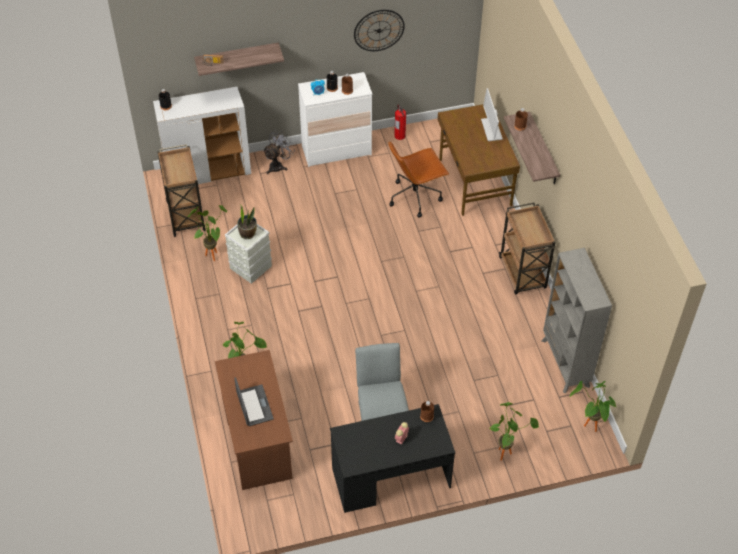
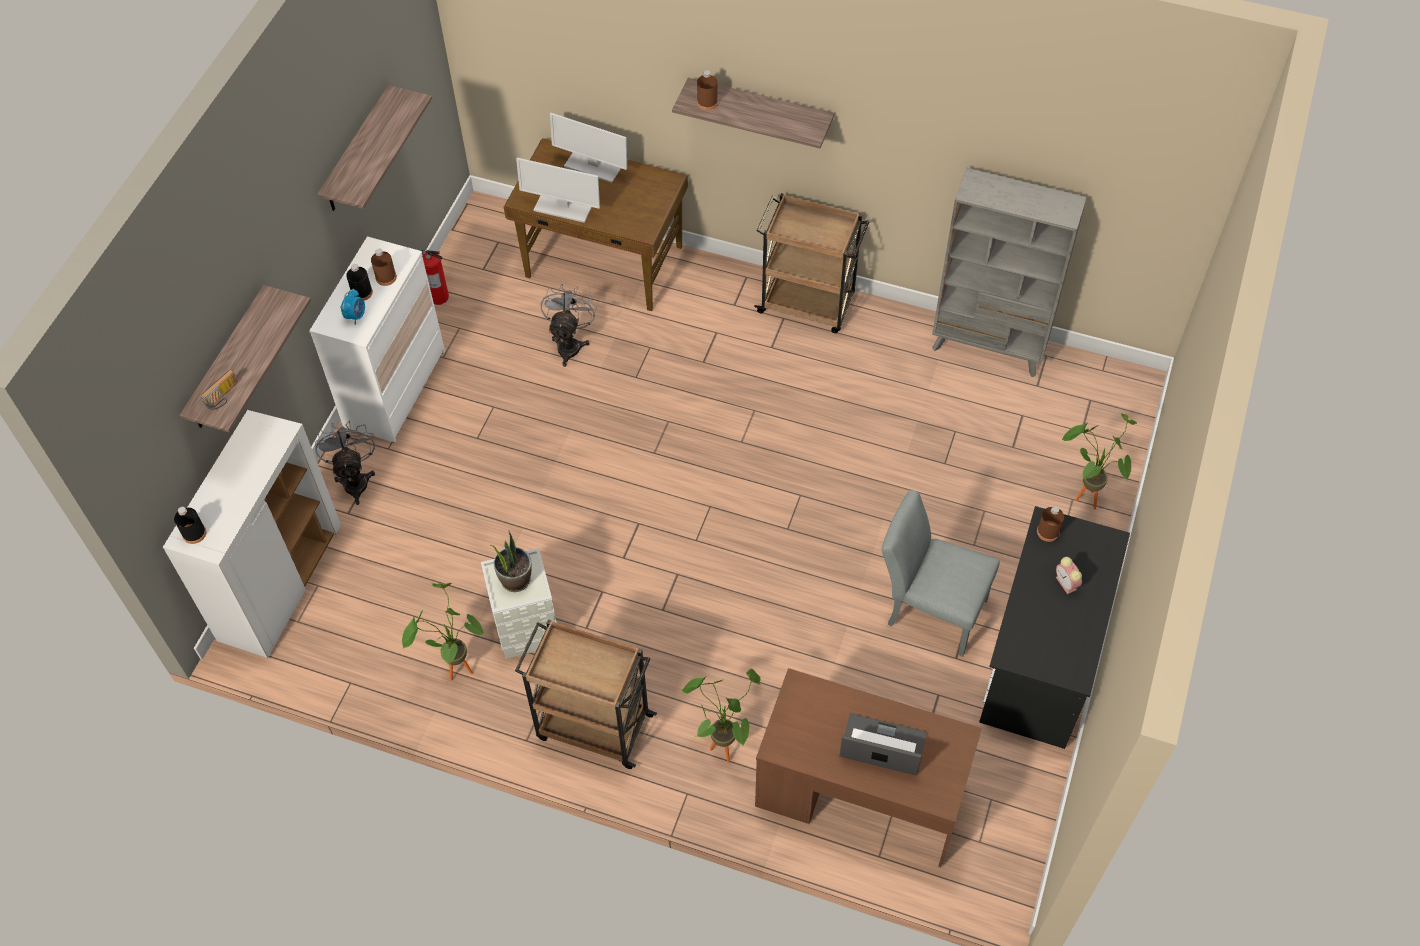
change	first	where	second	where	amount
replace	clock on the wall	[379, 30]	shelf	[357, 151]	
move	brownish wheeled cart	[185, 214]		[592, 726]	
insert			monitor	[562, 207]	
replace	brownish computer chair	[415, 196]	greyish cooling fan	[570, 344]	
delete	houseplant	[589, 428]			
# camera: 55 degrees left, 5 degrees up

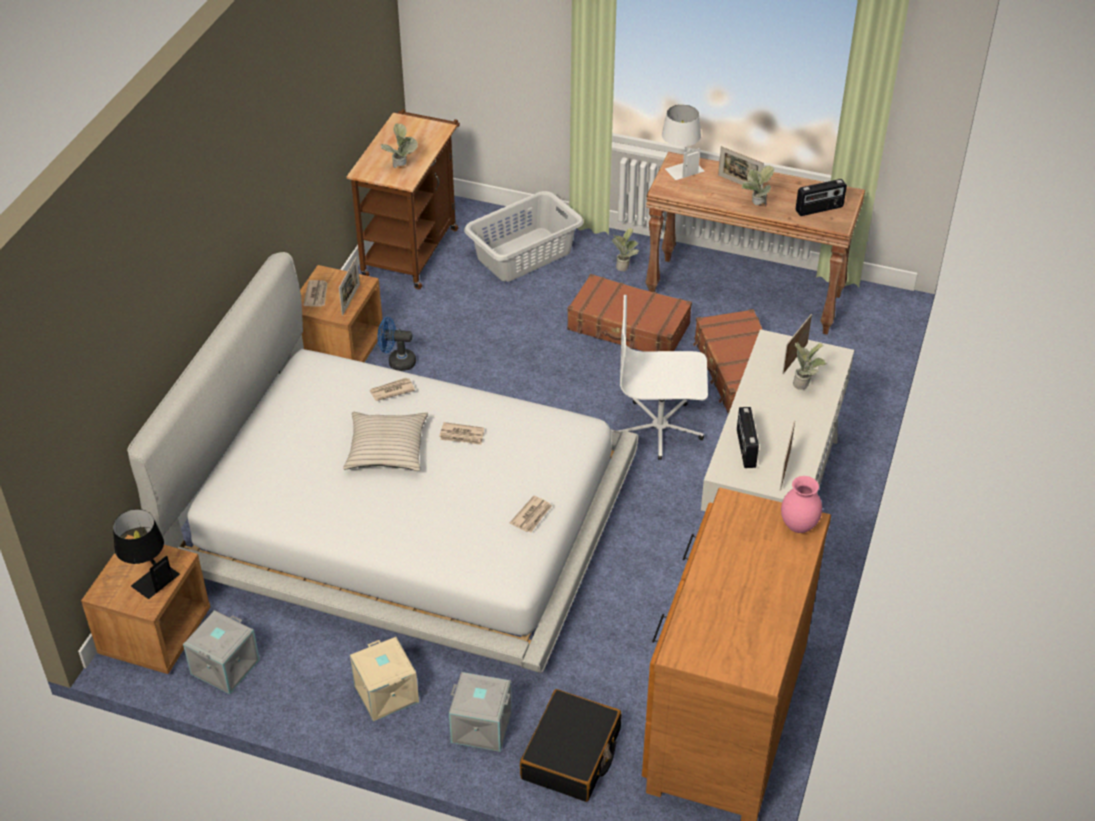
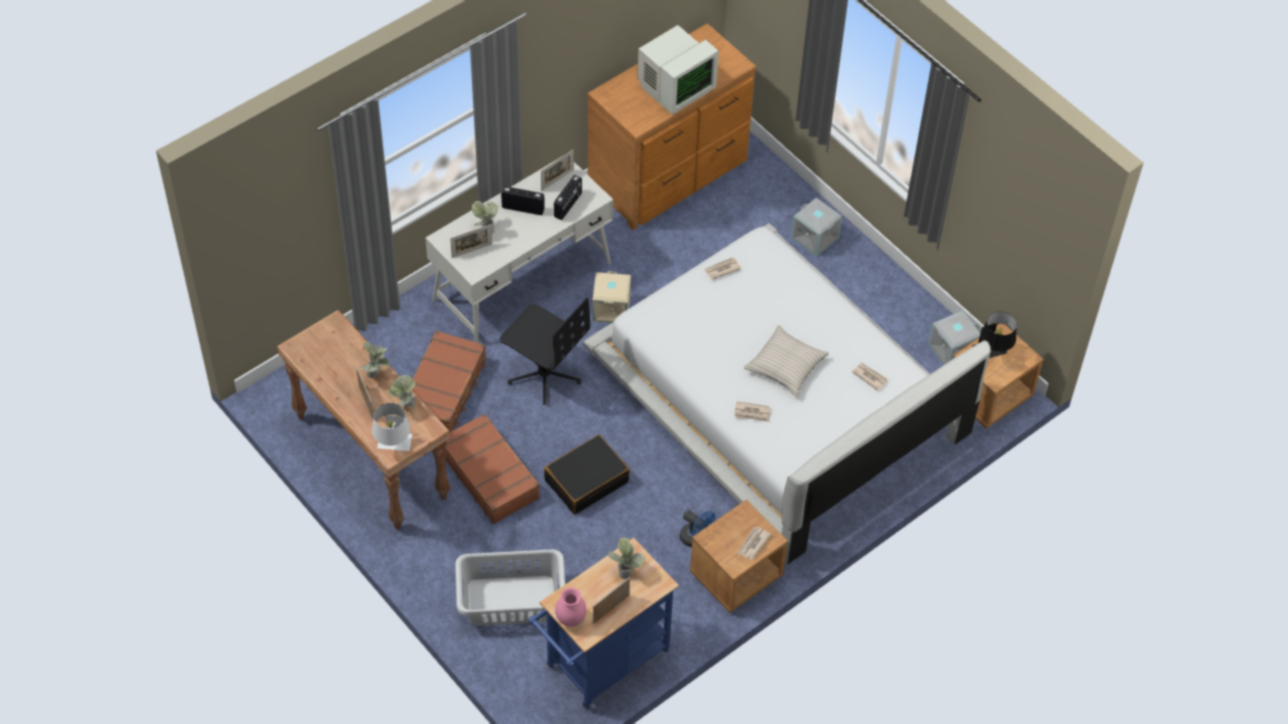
change	first	where	second	where	amount
move	houseplant	[624, 265]		[405, 405]	
recolor	whitish computer chair	[660, 429]	black computer chair	[544, 373]	
move	radio	[819, 209]		[523, 208]	
recolor	brownish wheeled cart	[412, 248]	blue wheeled cart	[601, 663]	
move	black travel case	[571, 755]		[586, 480]	
move	pink vase	[798, 526]		[571, 619]	
move	beige-coloured storage container	[385, 693]		[612, 309]	
move	picture frame	[351, 299]		[611, 609]	
insert			monitor	[674, 89]	
move	printed paper	[462, 435]		[869, 376]	
# camera: 150 degrees left, 10 degrees up

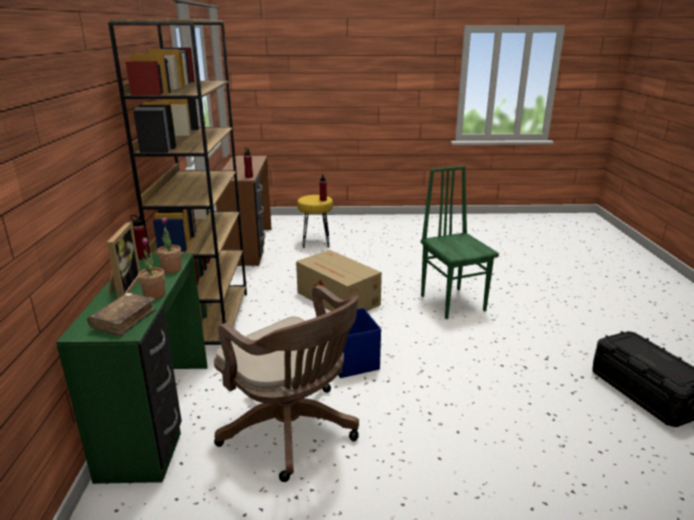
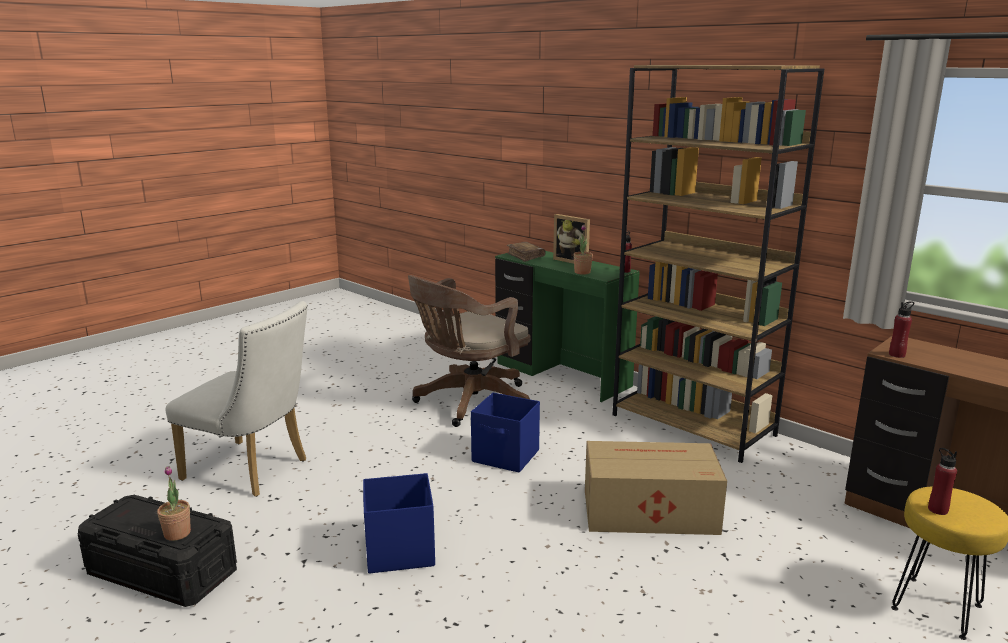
change	first	where	second	where	amount
move	houseplant	[154, 295]		[177, 533]	
insert			whitish upright chair	[253, 471]	
insert			blue storage container	[398, 551]	
rotate	brownish computer chair	[293, 431]		[469, 403]	45 degrees counterclockwise
delete	green-coloured upright chair	[453, 302]			
# camera: 135 degrees right, 5 degrees down

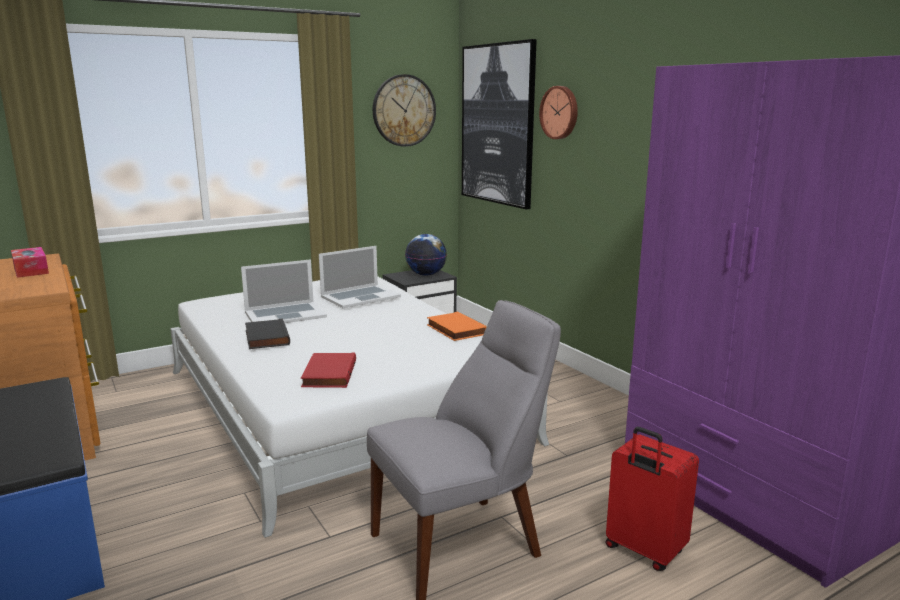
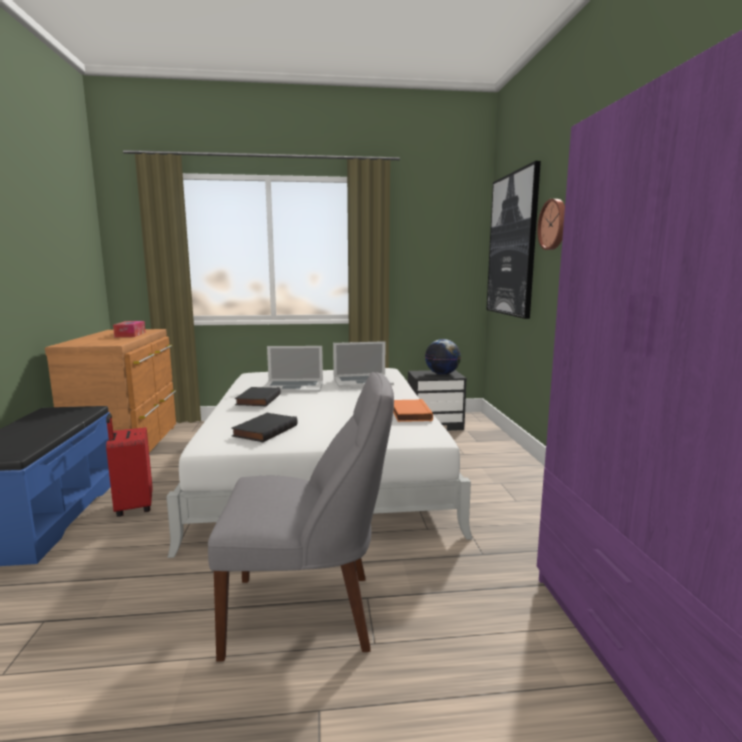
change	first	where	second	where	amount
move	red travel case	[643, 551]		[133, 507]	
recolor	red volume	[328, 374]	black volume	[264, 430]	
delete	clock on the wall	[404, 110]			
# camera: 25 degrees right, 5 degrees down

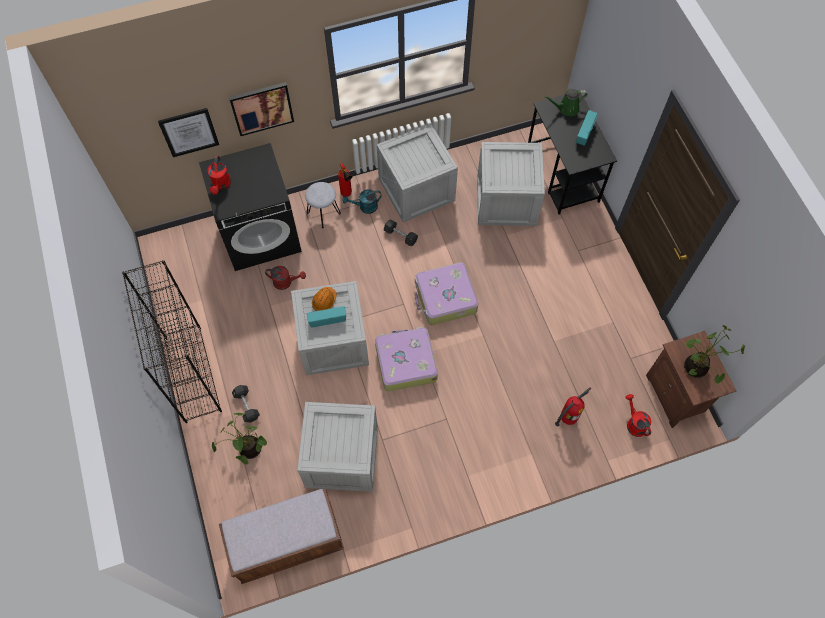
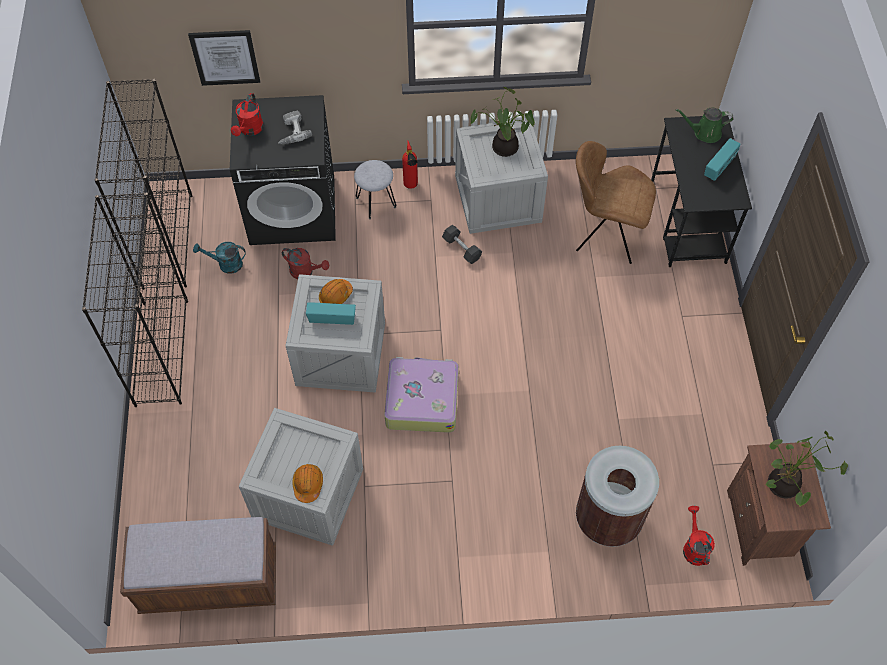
change	first	where	second	where	amount
insert			black shelving unit	[167, 240]	
move	turquoise watering can	[365, 207]		[225, 264]	
insert			electric drill	[291, 132]	
insert			orange hard hat	[308, 484]	
move	houseplant	[248, 449]		[503, 148]	
replace	crate	[505, 200]	brownish upright chair	[606, 234]	
replace	fire-fighting cylinder	[567, 418]	brownish rubbish bin	[608, 518]	
delete	picture	[262, 108]			
delete	black dumbbell	[246, 406]			
delete	travel case	[445, 298]			
# camera: 15 degrees right, 5 degrees down

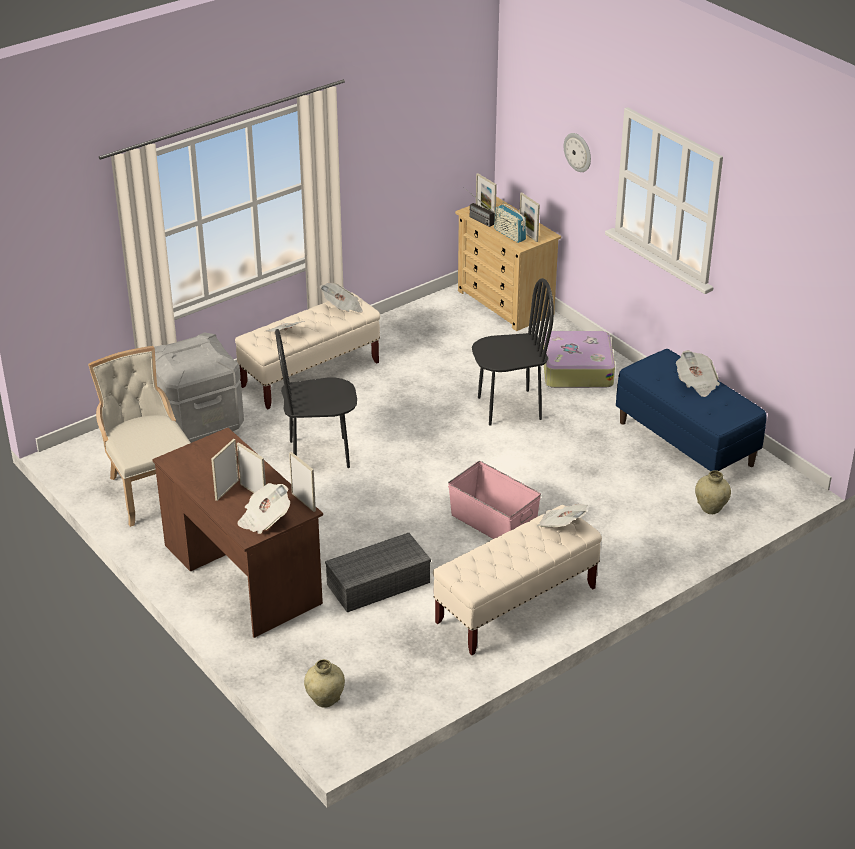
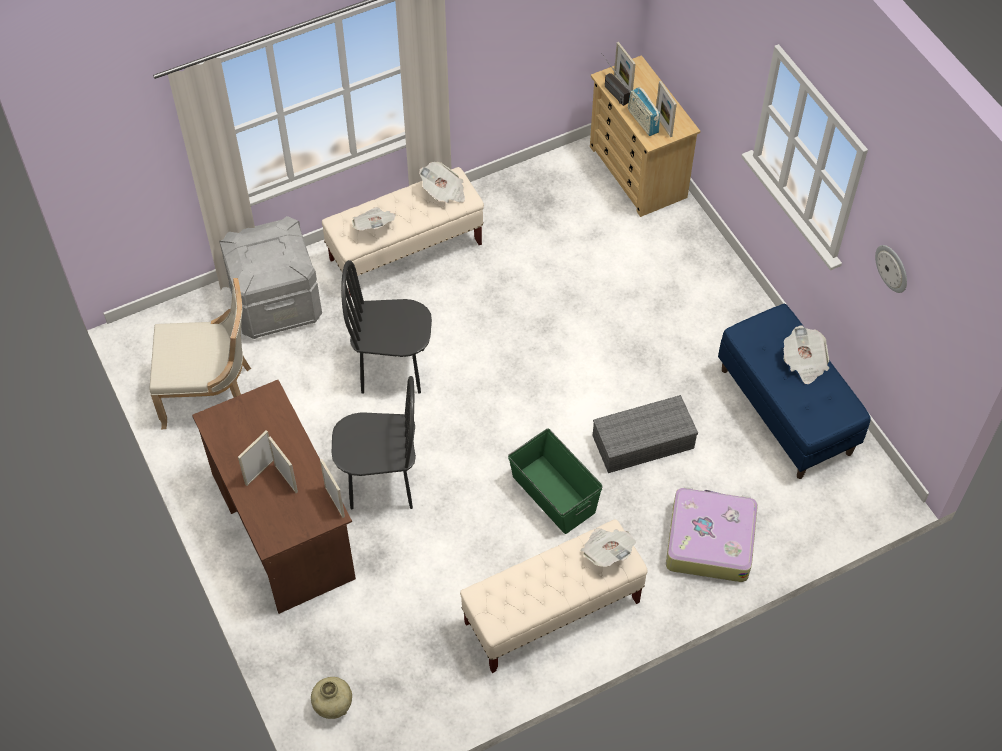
change	first	where	second	where	amount
rotate	beige-coloured upright chair	[150, 489]		[211, 393]	105 degrees clockwise
move	black upright chair	[509, 408]		[381, 483]	
recolor	pink storage container	[493, 523]	green-coloured storage container	[553, 495]	
move	greyish storage container	[379, 582]		[644, 441]	
move	travel case	[576, 369]		[709, 540]	
move	clock on the wall	[578, 152]		[892, 268]	
delete	printed paper	[264, 519]			
delete	beige-coloured vase	[710, 508]			
# camera: 10 degrees right, 20 degrees up

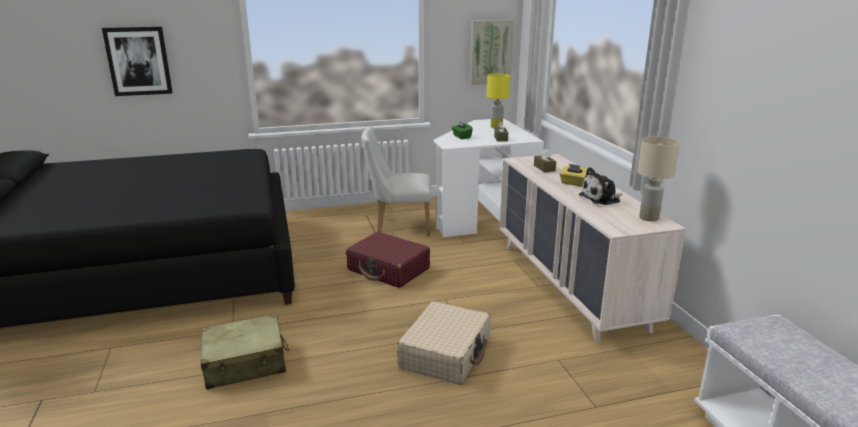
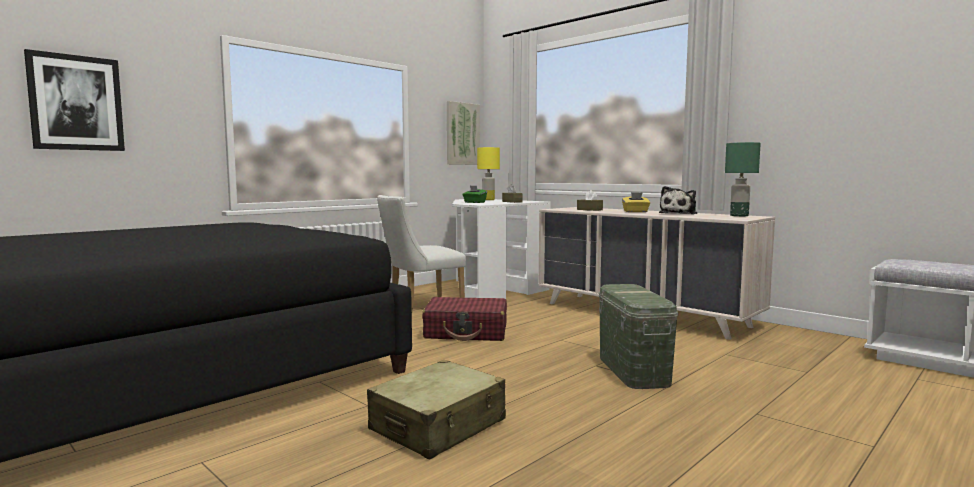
change	first	where	second	where	amount
replace	beige-coloured travel case	[446, 353]	green-coloured storage container	[632, 370]	
recolor	beige-coloured tabletop lamp	[648, 218]	green-coloured tabletop lamp	[738, 215]	
# camera: 30 degrees left, 15 degrees down

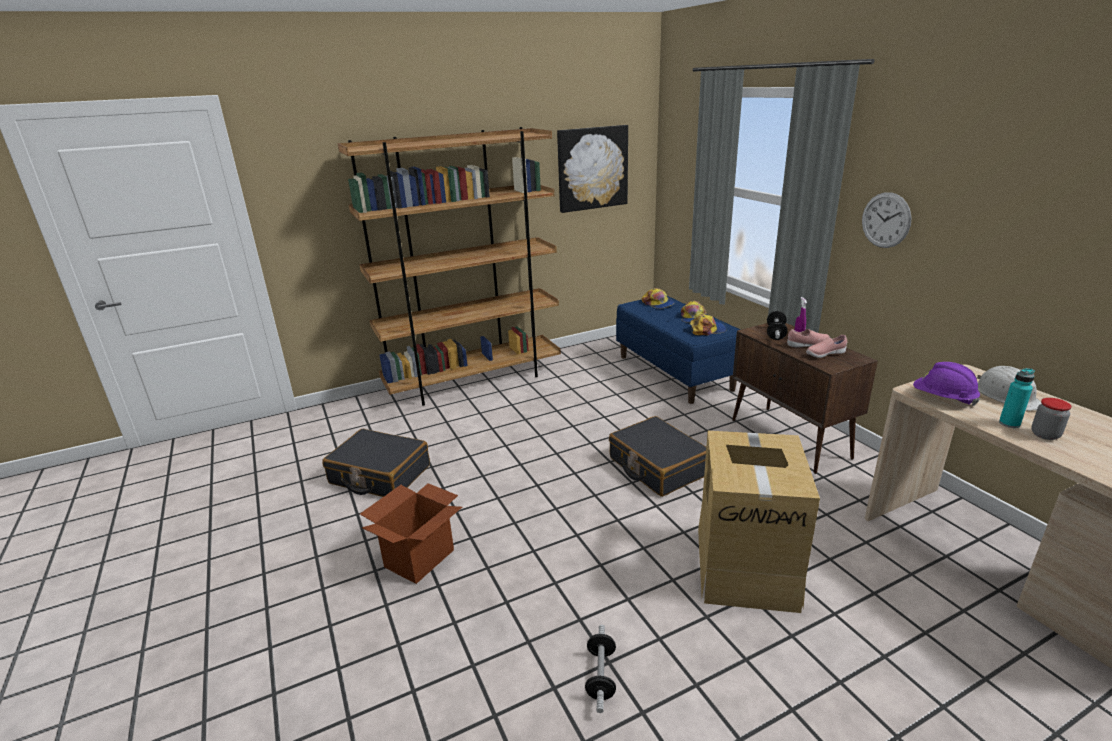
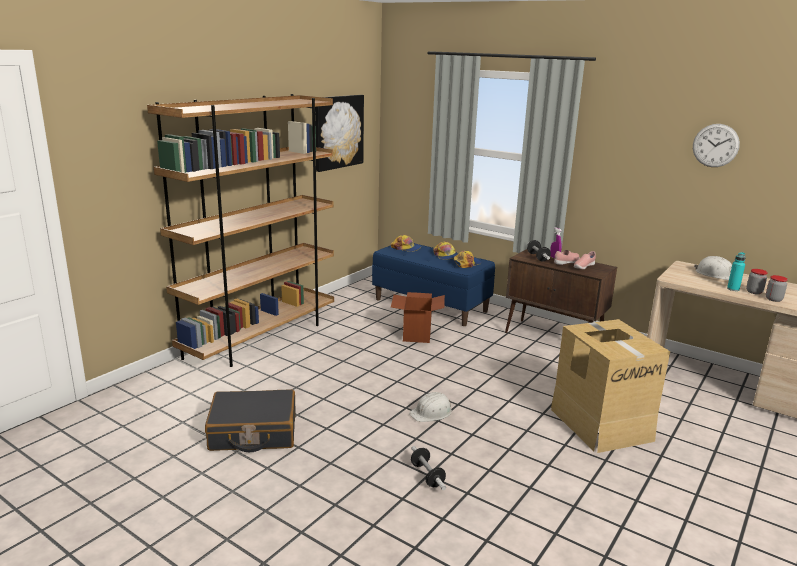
change	first	where	second	where	amount
move	cardboard box	[419, 558]		[416, 334]	
insert			whitish hard hat	[431, 412]	
move	dumbbell	[601, 676]		[427, 476]	
move	clock on the wall	[885, 220]		[715, 145]	
insert			storage jar	[773, 299]	
delete	black travel case	[657, 466]			
delete	purple-coloured hard hat	[943, 399]			
# camera: 30 degrees left, 5 degrees down

